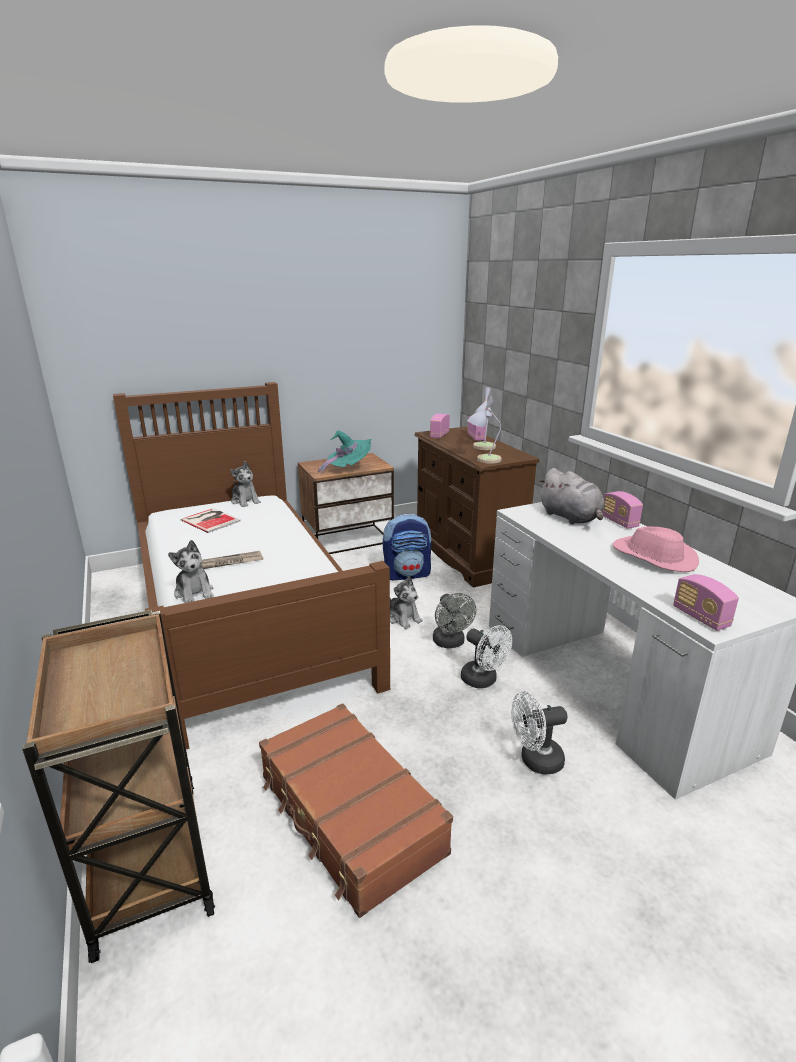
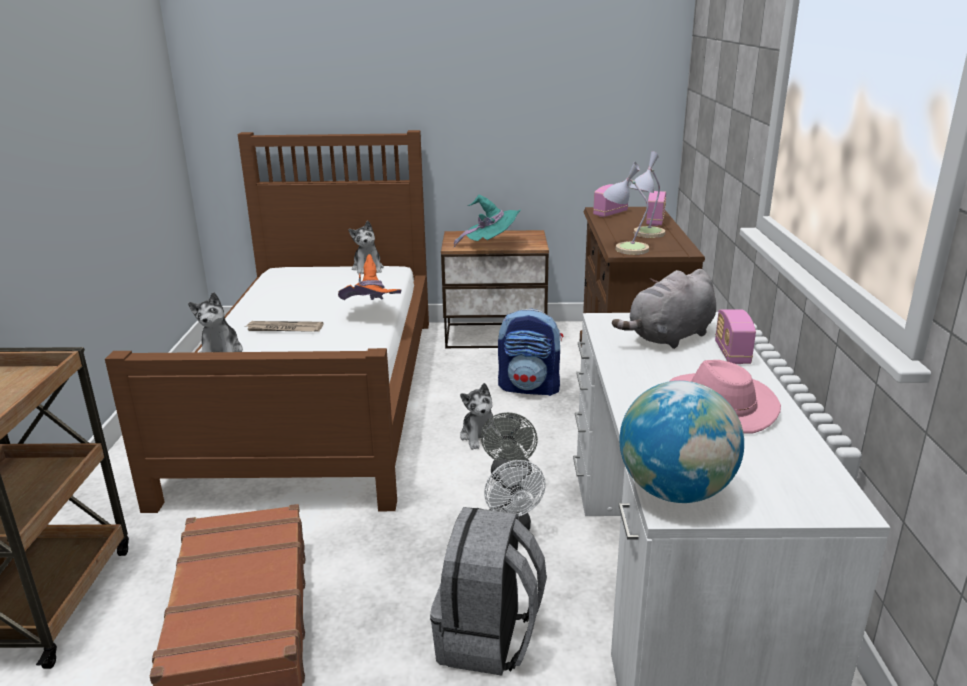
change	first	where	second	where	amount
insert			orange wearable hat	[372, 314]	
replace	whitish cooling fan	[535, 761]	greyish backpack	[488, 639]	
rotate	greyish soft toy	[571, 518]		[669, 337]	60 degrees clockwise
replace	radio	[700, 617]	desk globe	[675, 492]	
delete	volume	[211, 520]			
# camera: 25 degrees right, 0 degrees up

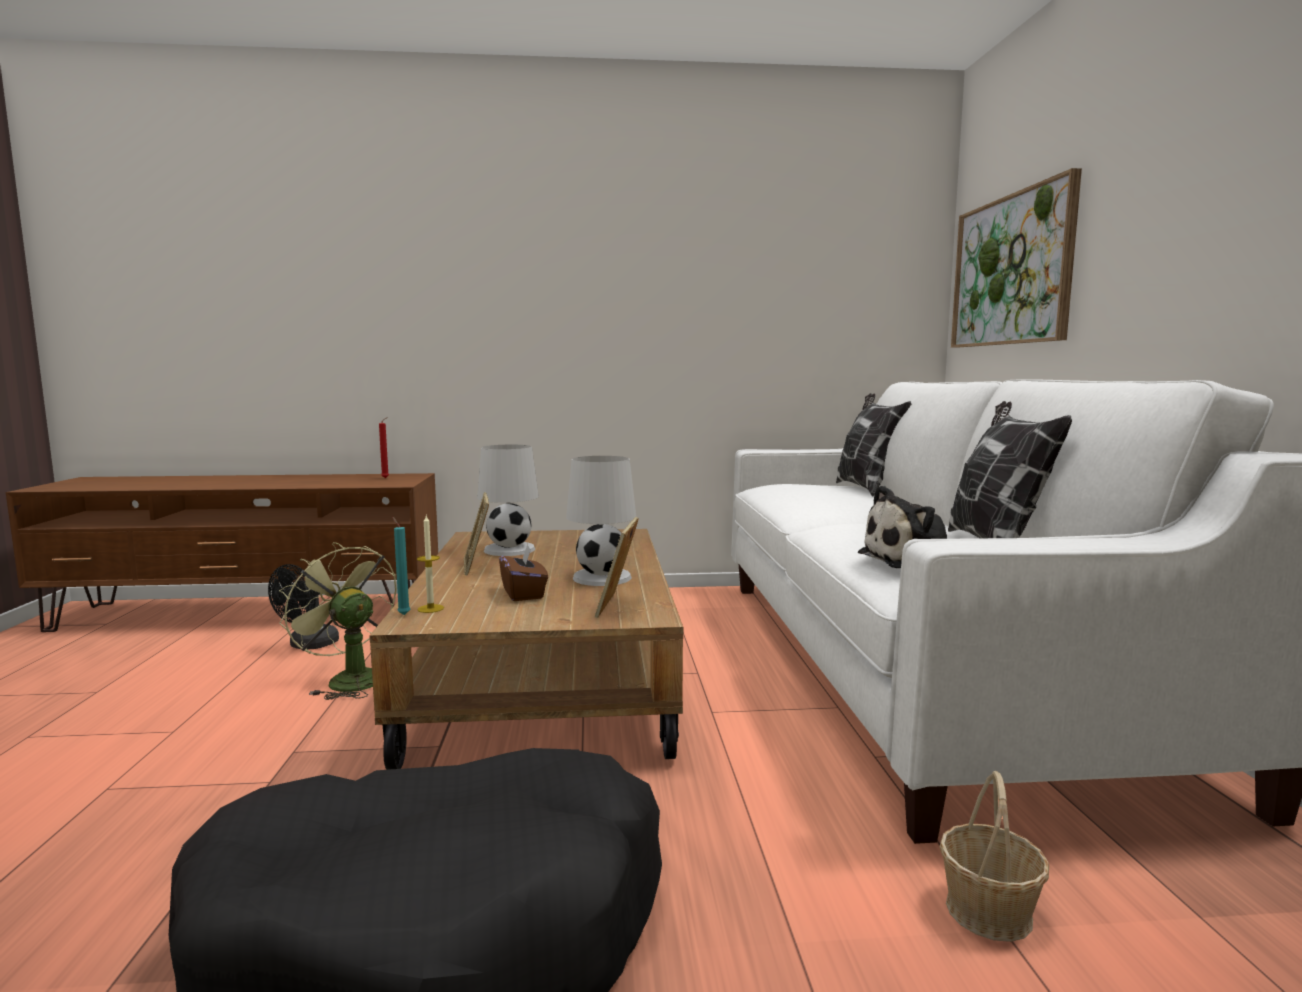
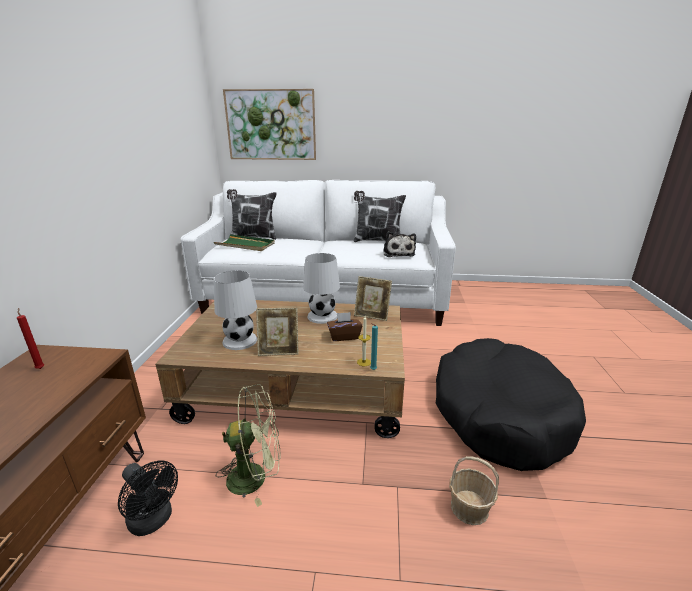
change	first	where	second	where	amount
insert			green-coloured serving tray	[245, 245]	
rotate	green-coloured cooling fan	[347, 680]		[255, 476]	150 degrees counterclockwise
move	household basket	[989, 911]		[469, 507]	
# camera: 80 degrees left, 15 degrees up

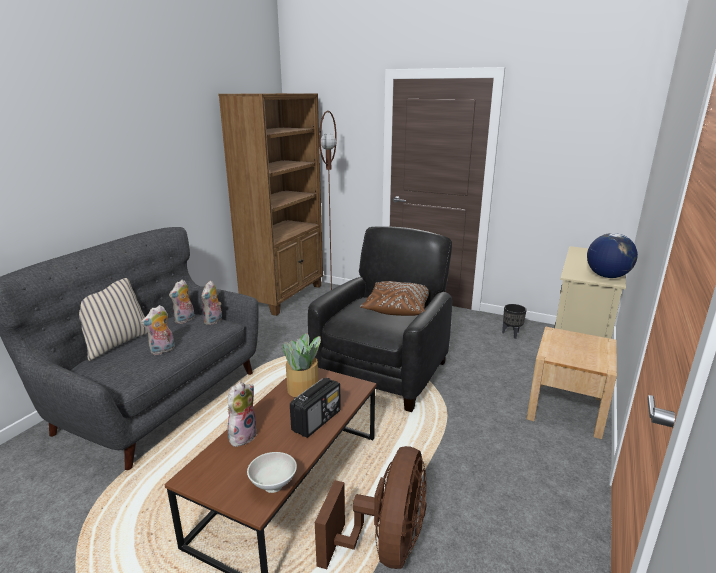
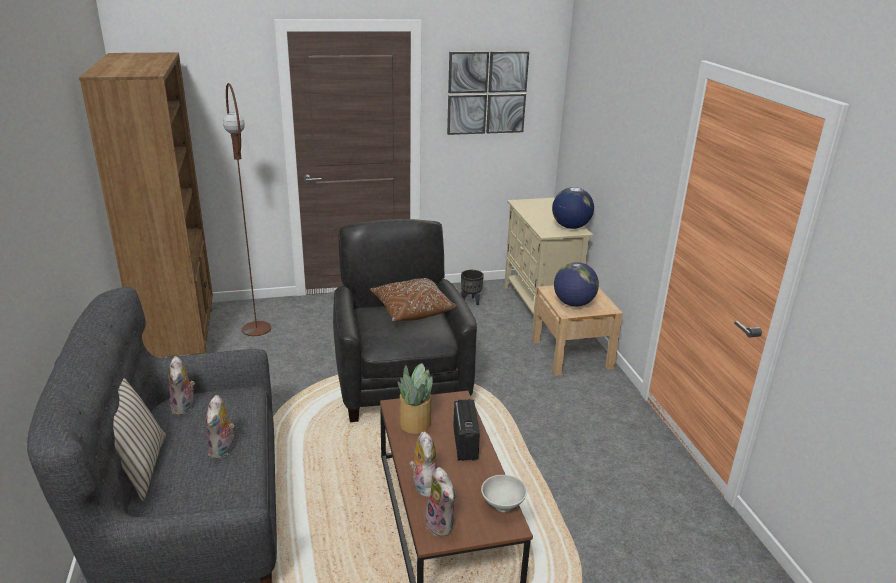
change	first	where	second	where	amount
move	soft toy	[214, 321]		[442, 524]	
insert			picture	[487, 92]	
insert			desk globe	[573, 304]	
delete	brownish cooling fan	[385, 545]			
# camera: 40 degrees left, 5 degrees up

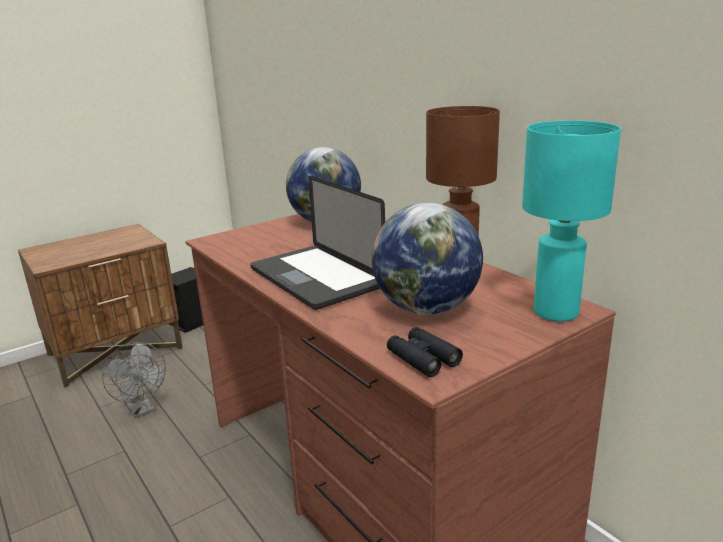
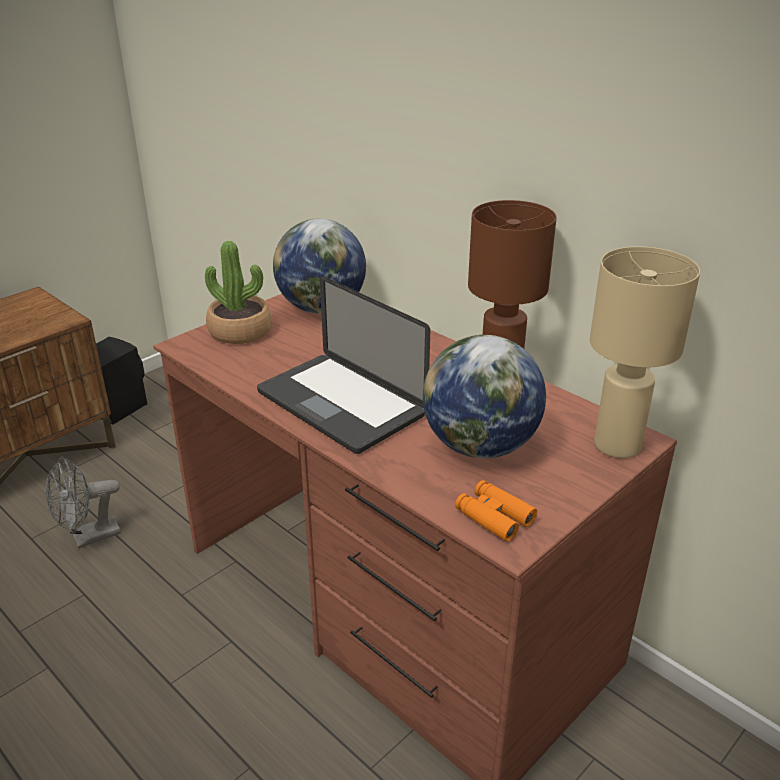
change	first	where	second	where	amount
rotate	greyish cooling fan	[141, 409]		[88, 537]	105 degrees clockwise
insert			houseplant	[240, 331]	
recolor	black pair of binoculars	[423, 358]	orange pair of binoculars	[494, 517]	
recolor	turquoise tabletop lamp	[554, 312]	beige-coloured tabletop lamp	[616, 445]	
# camera: 10 degrees left, 10 degrees up

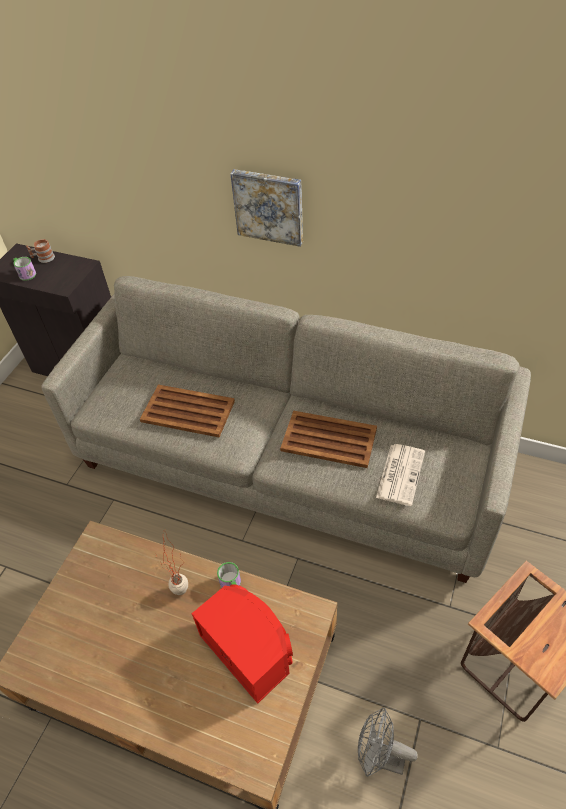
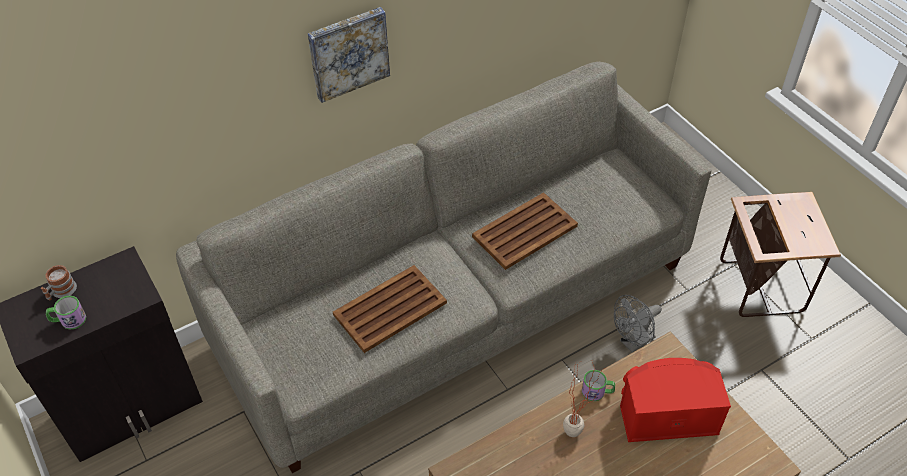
change	first	where	second	where	amount
move	greyish cooling fan	[380, 757]		[633, 342]	
delete	printed paper	[400, 473]			
# camera: 55 degrees left, 0 degrees up

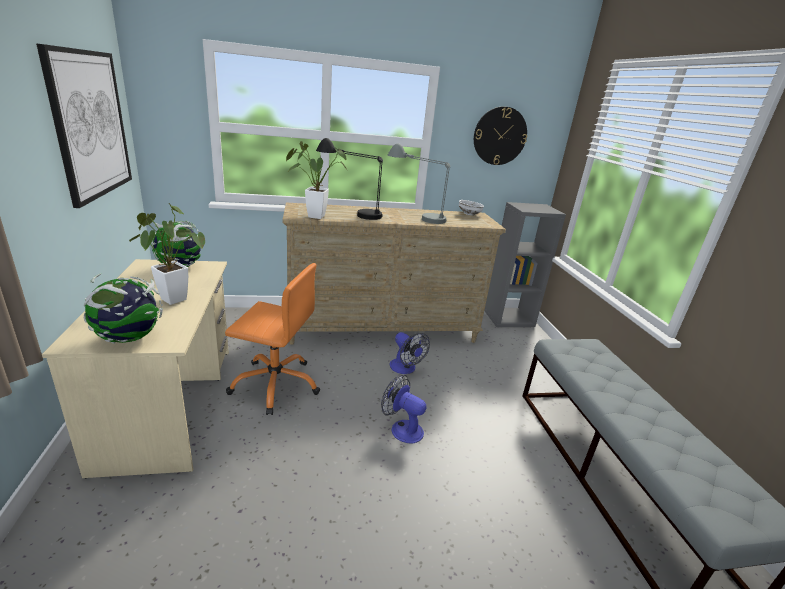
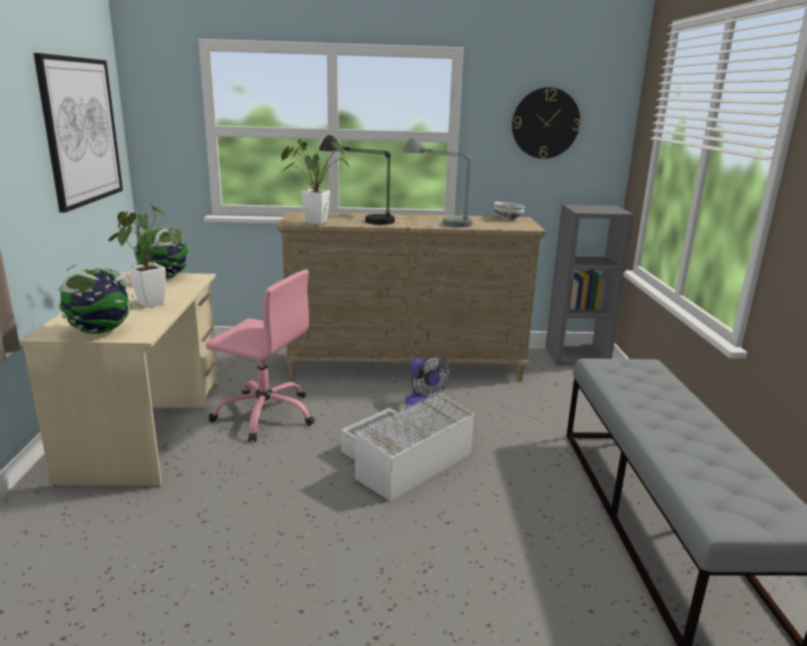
change	first	where	second	where	amount
recolor	orange computer chair	[276, 384]	pink computer chair	[265, 414]	
replace	cooling fan	[402, 428]	whitish storage container	[402, 460]	
# camera: 10 degrees right, 5 degrees down

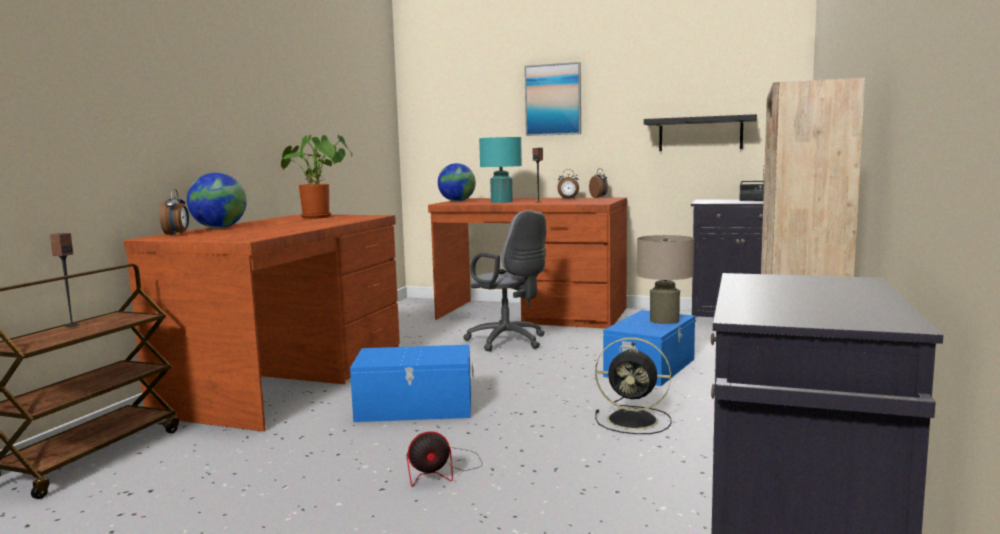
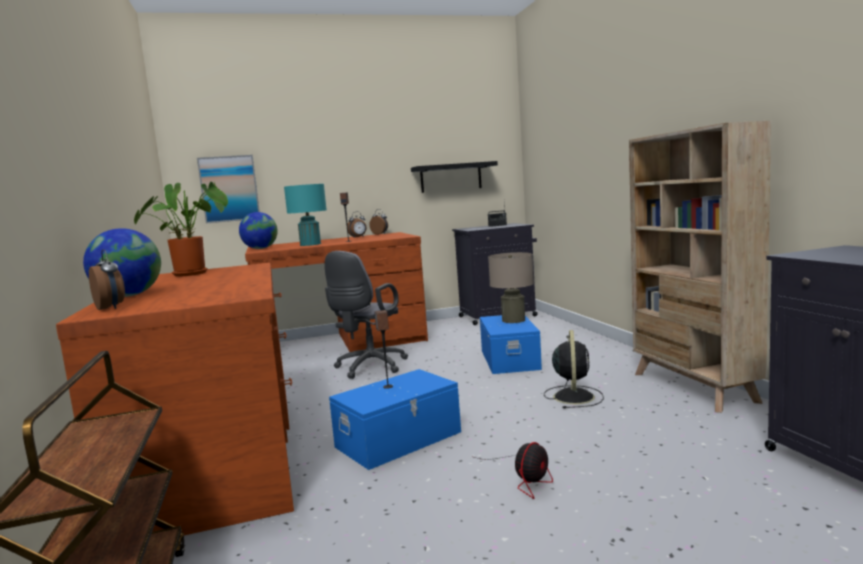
change	first	where	second	where	amount
move	picture	[553, 100]		[229, 189]	
rotate	greyish computer chair	[509, 342]		[369, 368]	105 degrees clockwise
move	loudspeaker	[71, 325]		[387, 386]	
rotate	black cooling fan	[635, 420]		[573, 396]	60 degrees counterclockwise
# camera: 35 degrees left, 0 degrees up

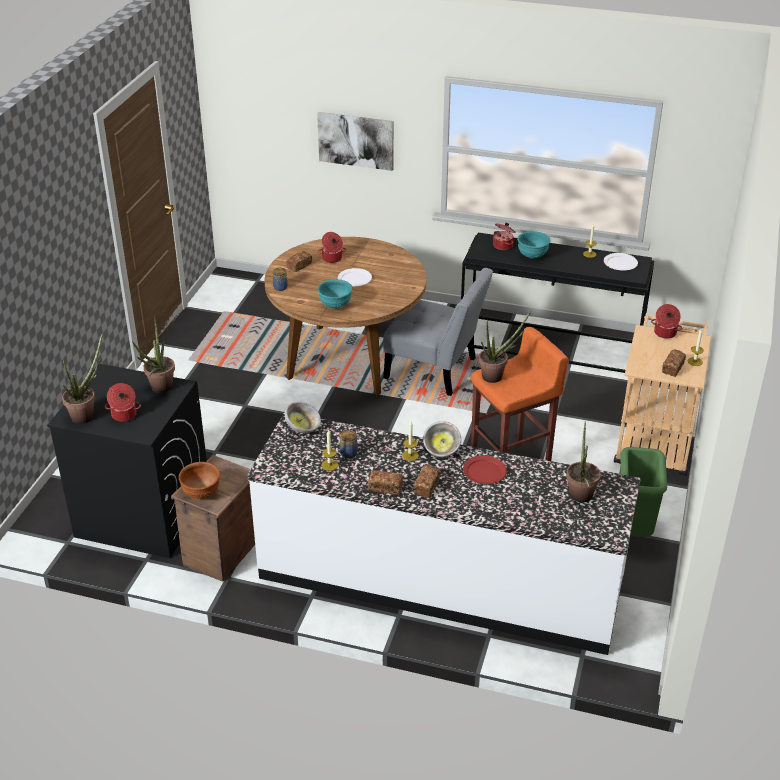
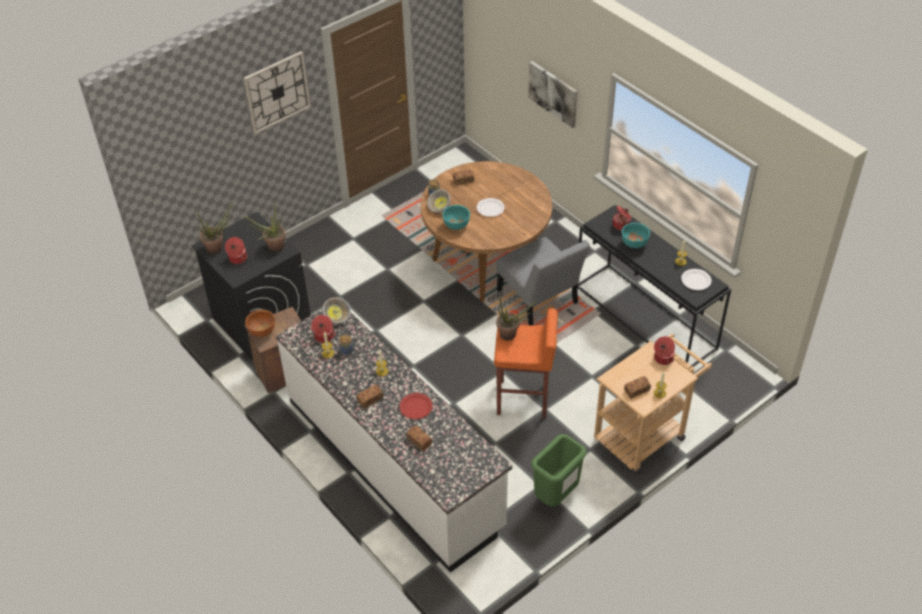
change	first	where	second	where	amount
insert			clock on the wall	[277, 92]	
move	saucepot	[332, 258]		[324, 337]	
move	bakery bread	[385, 488]		[419, 441]	
move	deep dish	[442, 450]		[439, 208]	
delete	houseplant	[580, 498]			
# camera: 35 degrees right, 10 degrees up

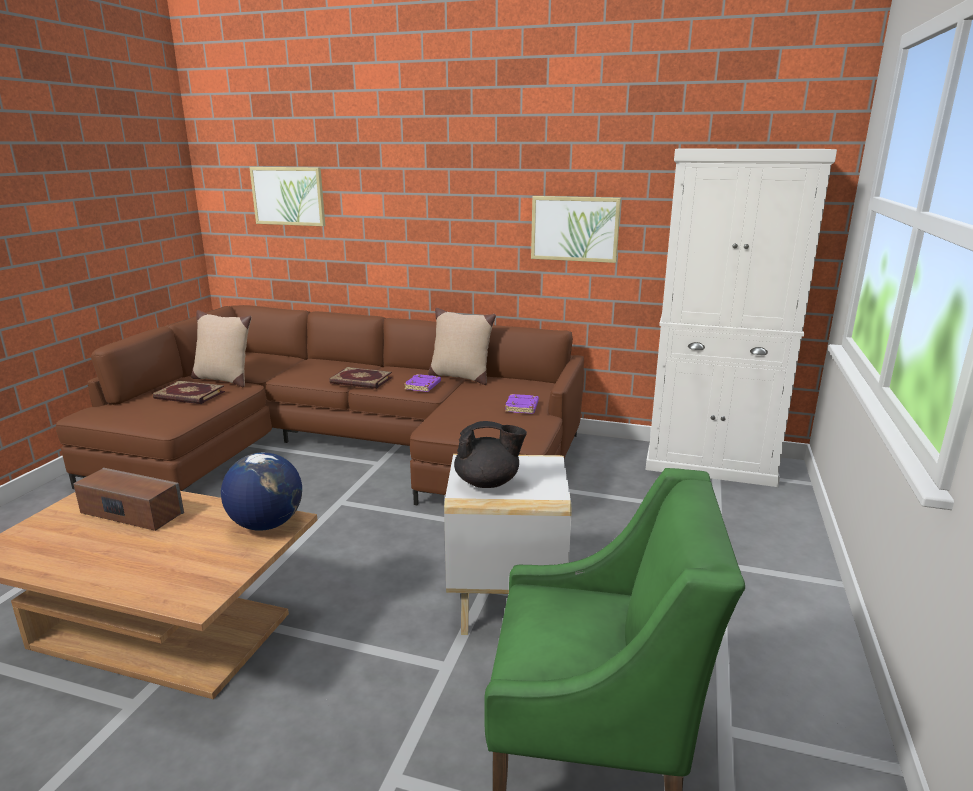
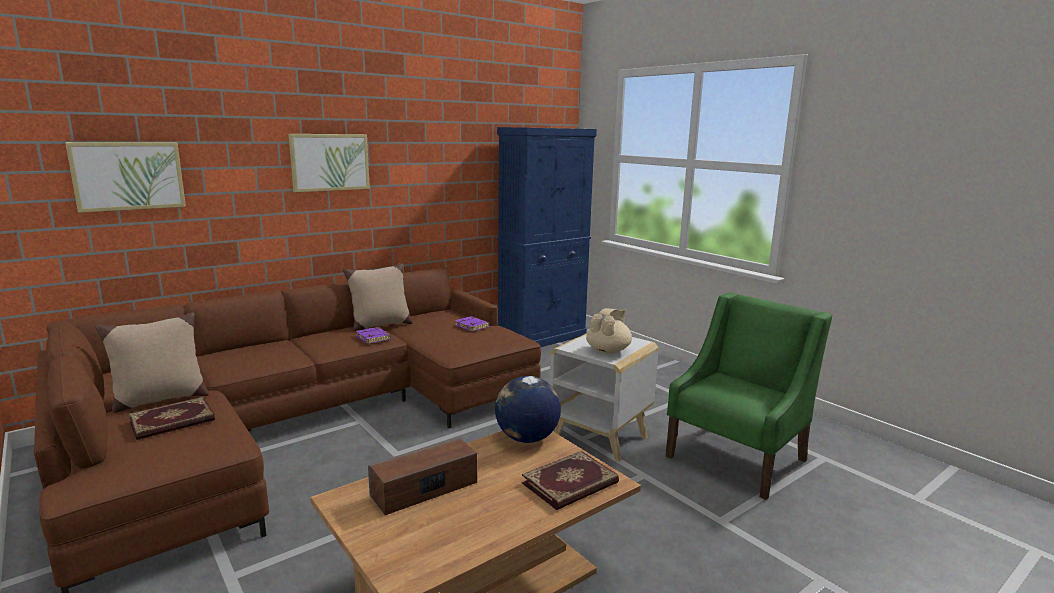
change	first	where	second	where	amount
move	picture	[575, 228]		[330, 162]	
recolor	whitish cupboard	[710, 465]	blue cupboard	[542, 337]	
move	volume	[360, 381]		[571, 484]	
recolor	black pot for tea	[488, 482]	beige-coloured pot for tea	[608, 350]	
# camera: 55 degrees left, 5 degrees down

